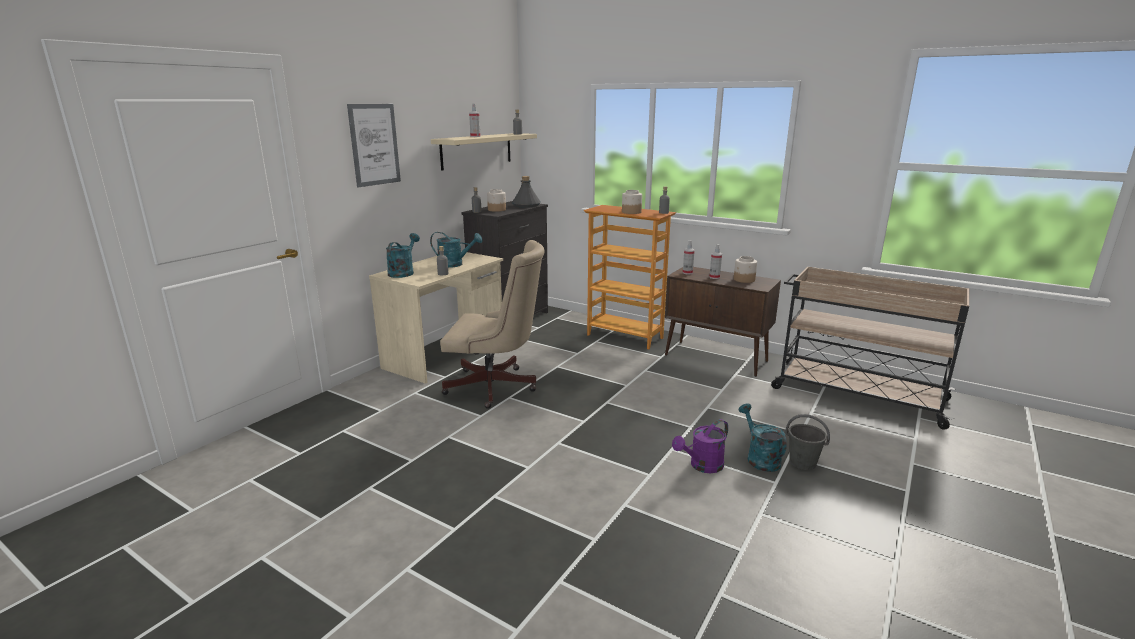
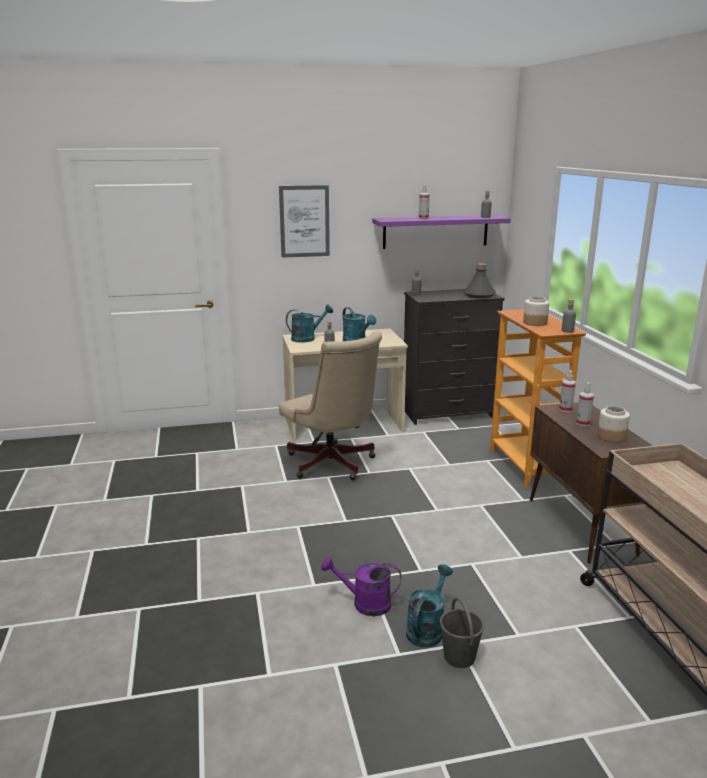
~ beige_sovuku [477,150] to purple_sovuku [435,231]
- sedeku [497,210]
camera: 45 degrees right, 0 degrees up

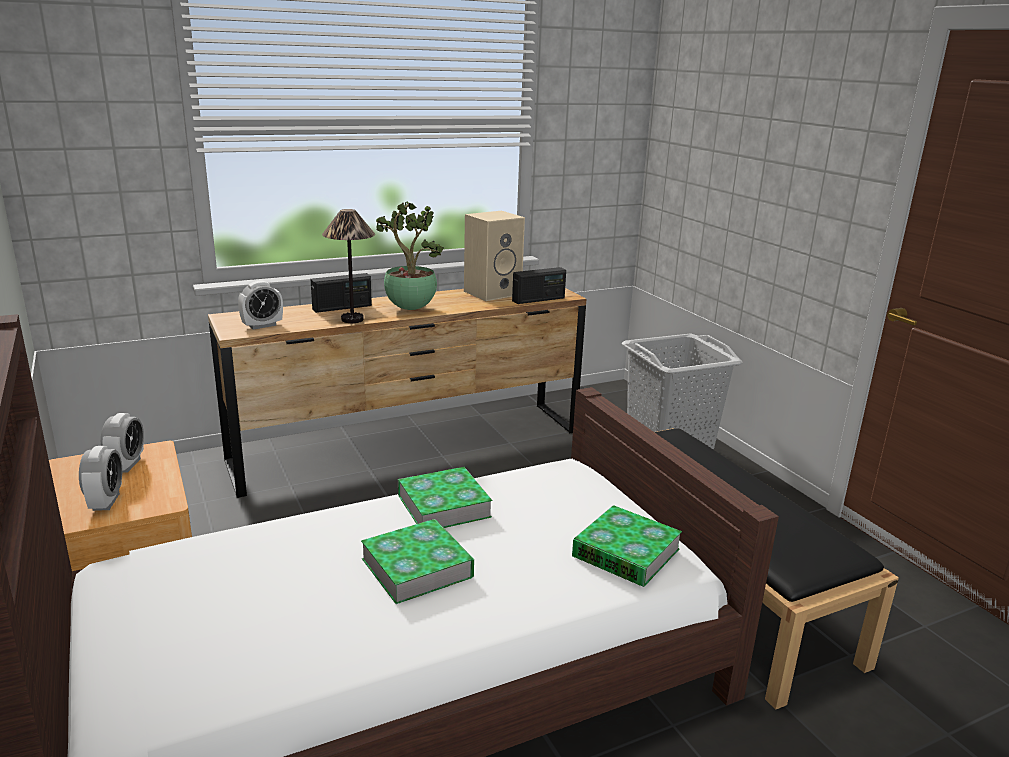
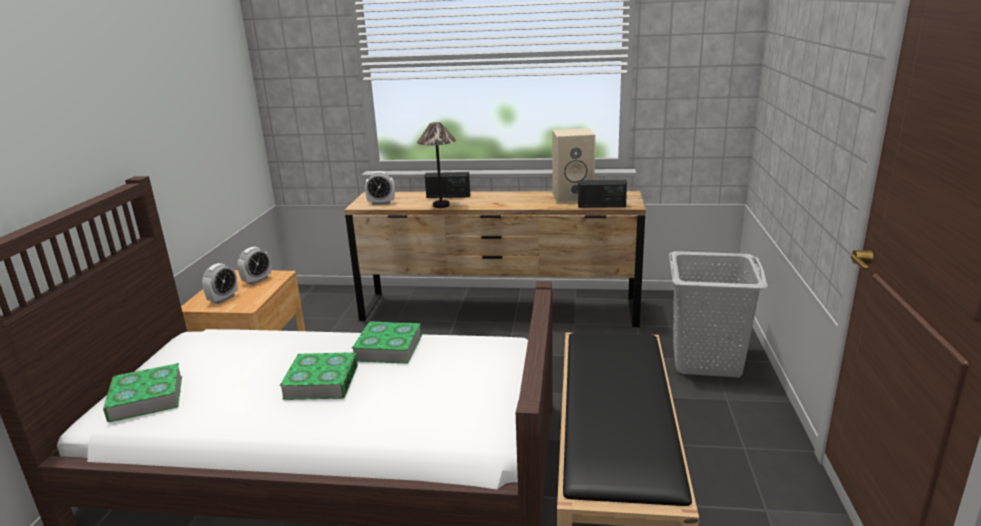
- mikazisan [409,308]
~ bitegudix [626,553] to [146,398]
camera: 35 degrees right, 0 degrees up

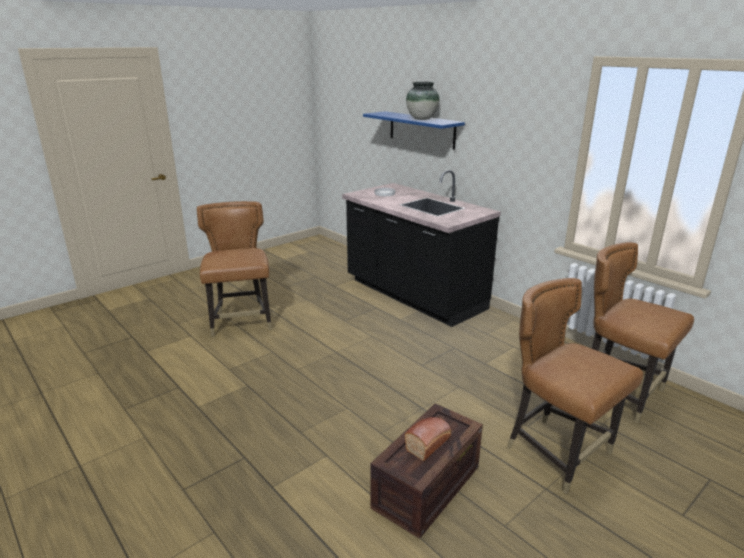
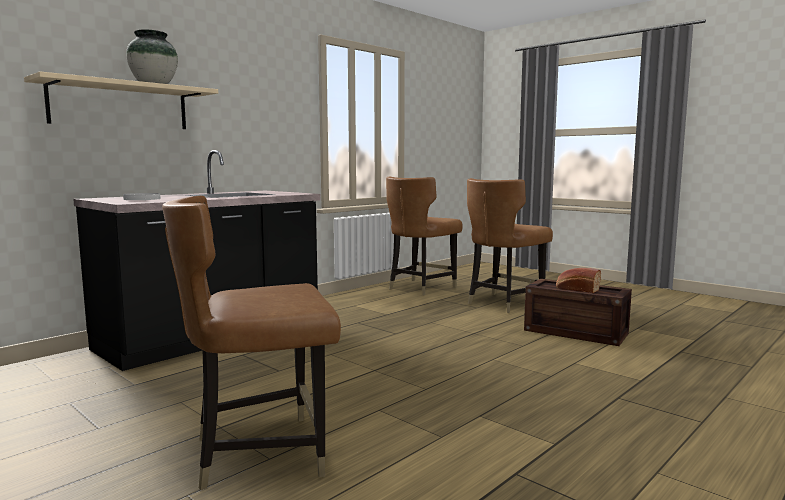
~ blue_sovuku [421,129] to beige_sovuku [120,106]
camera: 95 degrees left, 15 degrees down

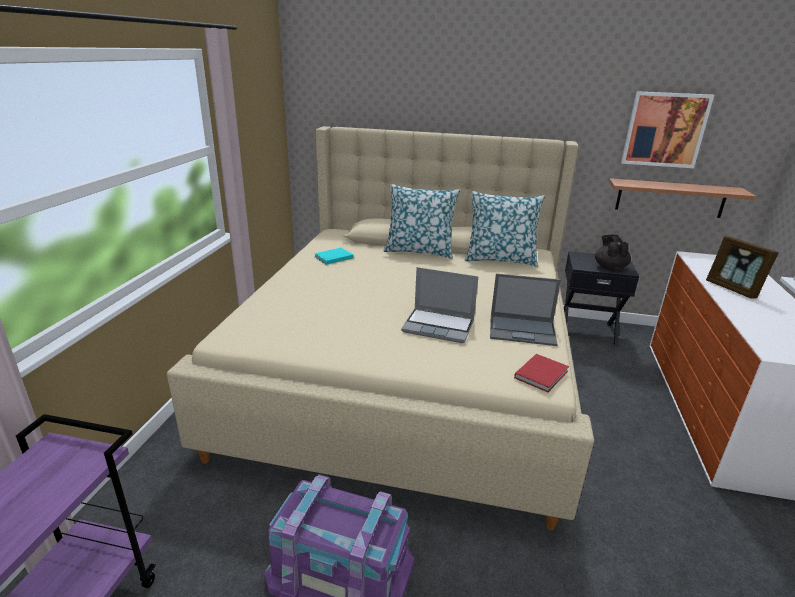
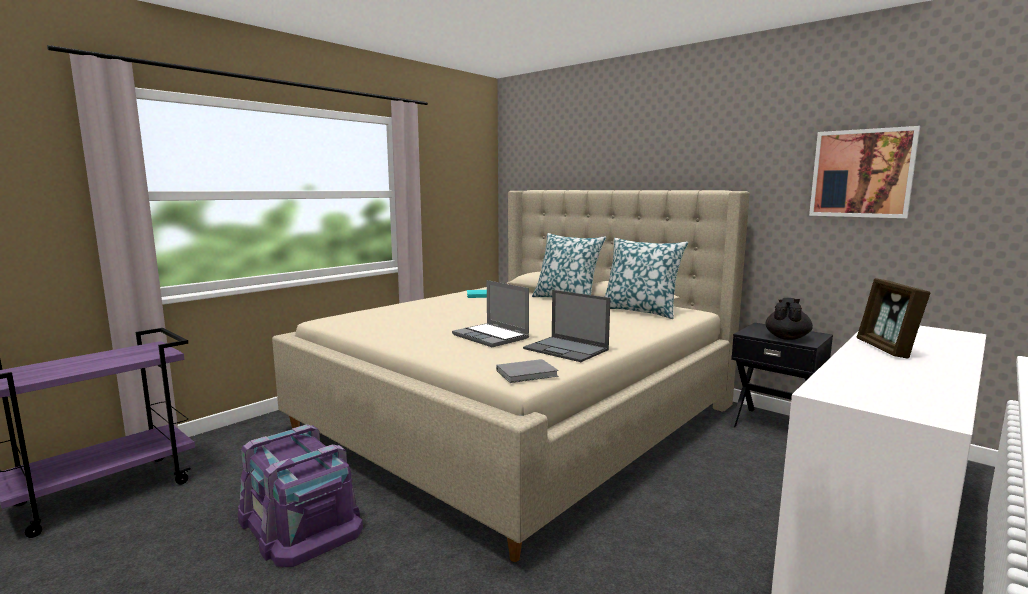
~ red_bitegudix [542,374] to grey_bitegudix [528,373]
- sovuku [670,198]
camera: 30 degrees right, 15 degrees down

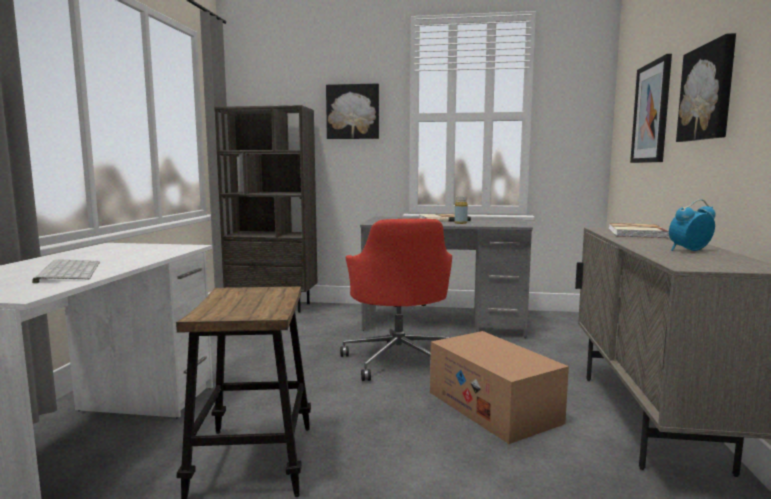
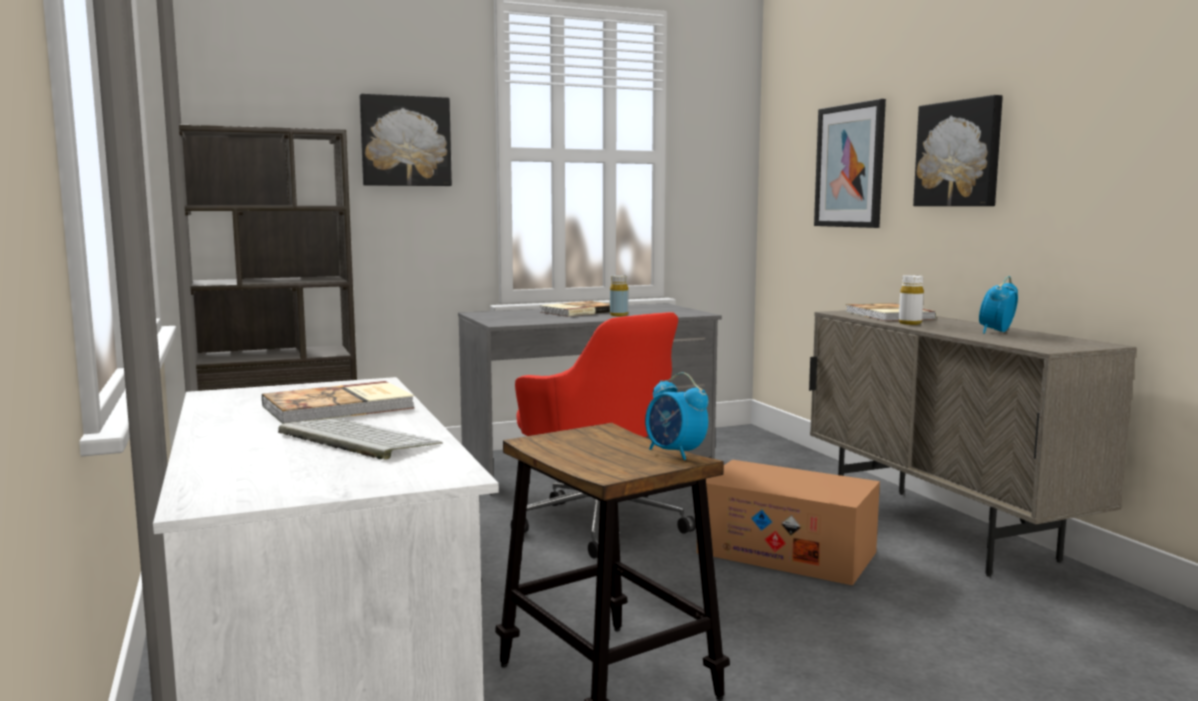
+ bitegudix [340,407]
+ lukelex [675,453]
+ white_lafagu [910,323]
camera: 30 degrees left, 0 degrees up

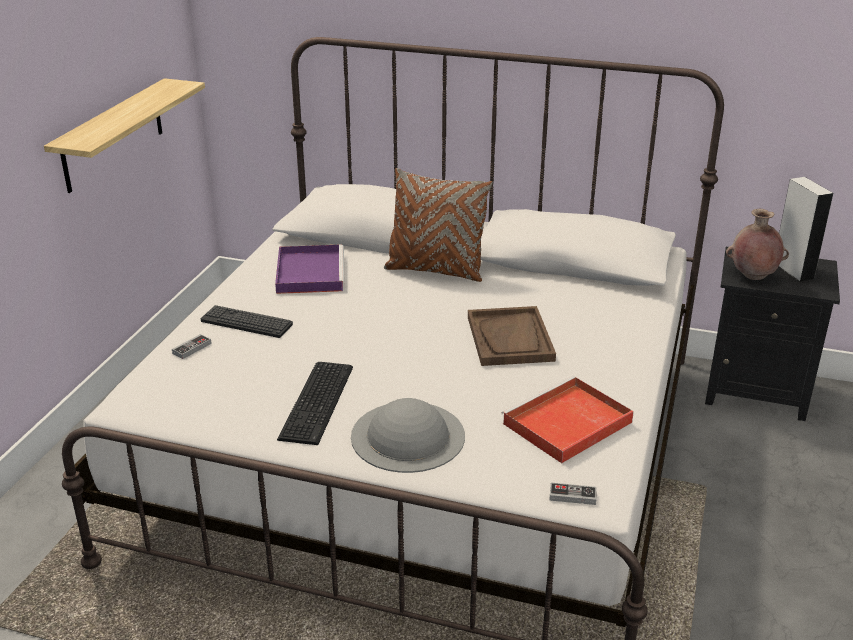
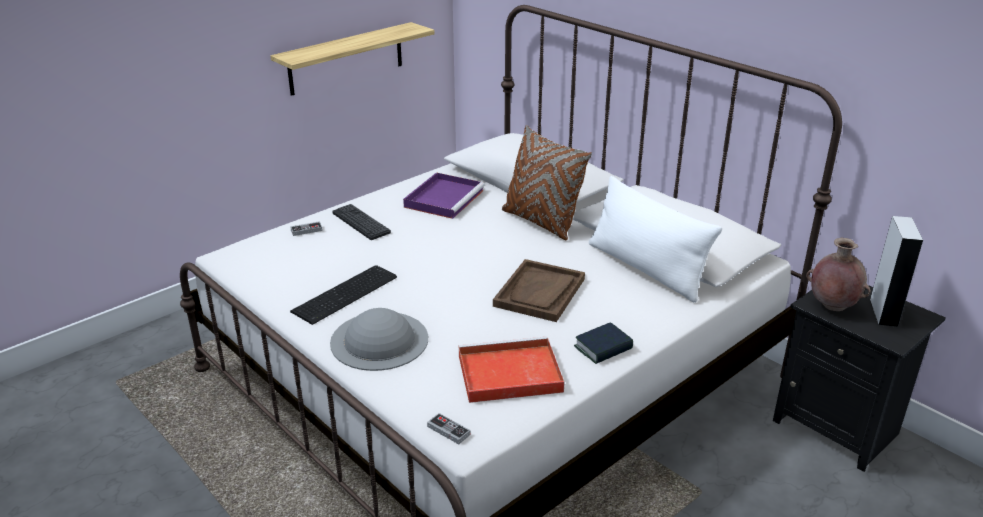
+ bitegudix [603,348]
+ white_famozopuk [646,269]
camera: 30 degrees right, 0 degrees up

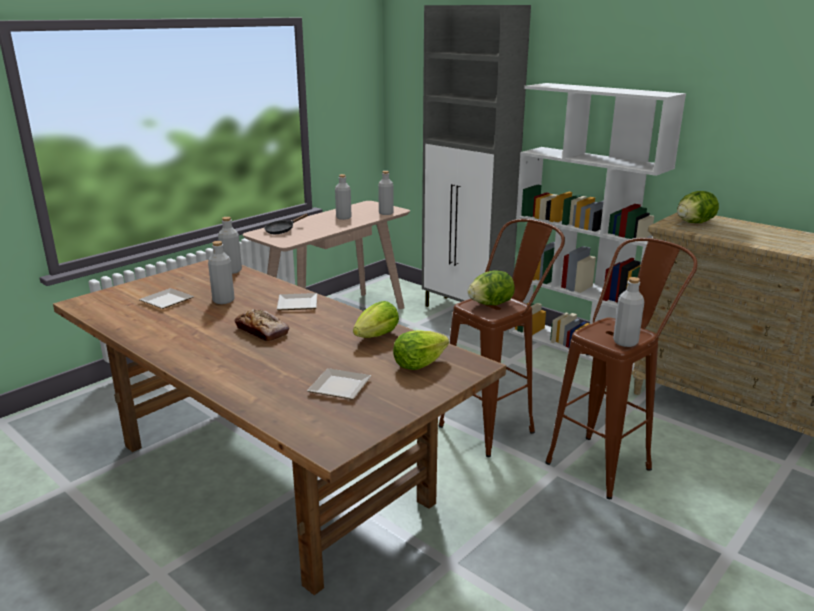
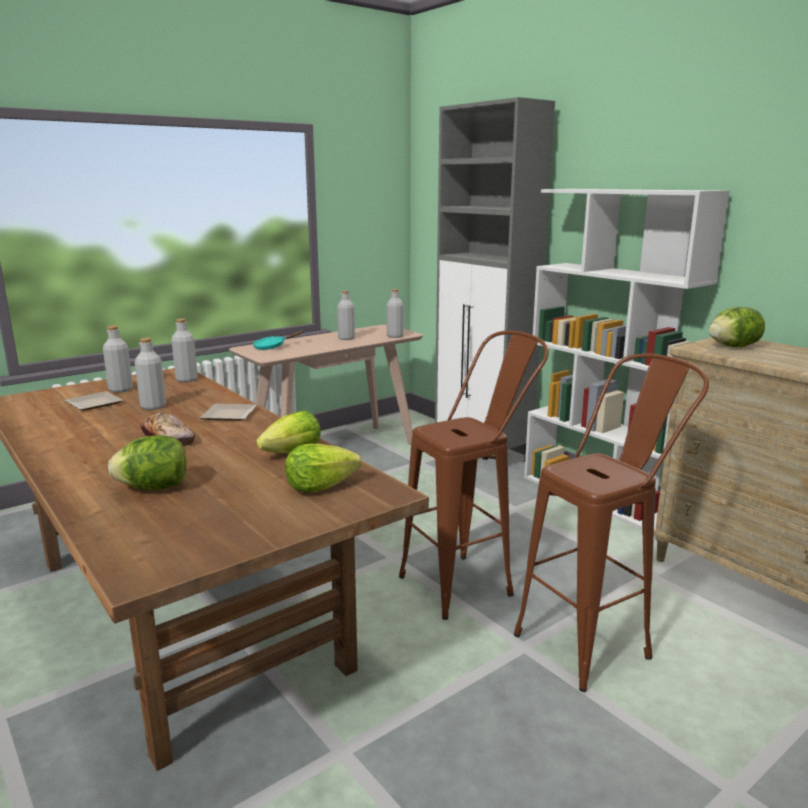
~ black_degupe [282,230] to turquoise_degupe [272,347]
- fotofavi [337,387]
~ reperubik [491,304] to [154,488]
~ grey_lafagu [625,342] to [121,389]
camera: 10 degrees right, 5 degrees down

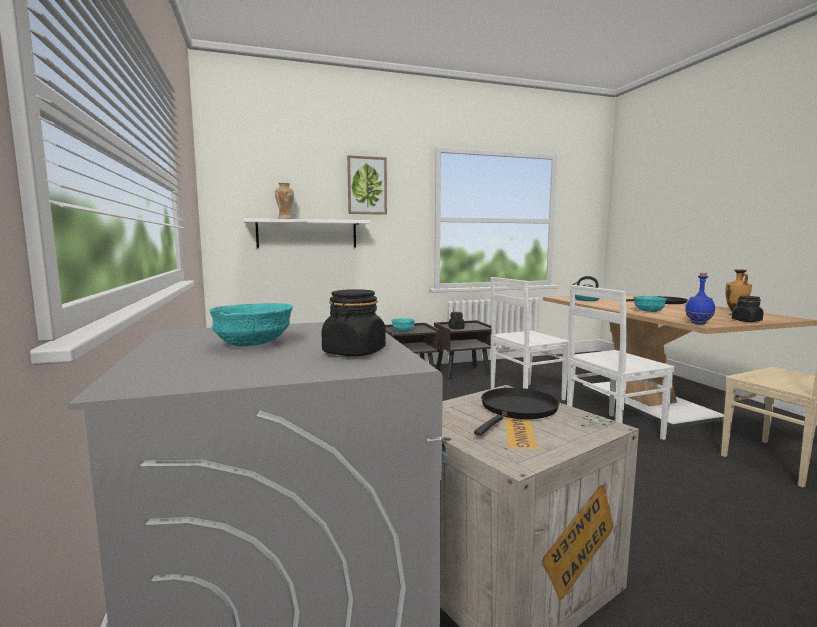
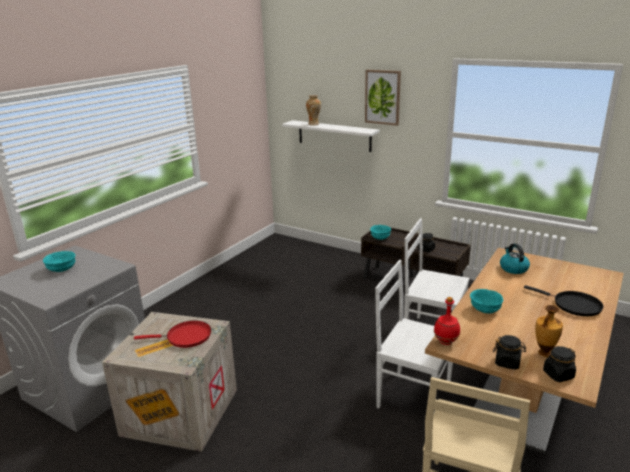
~ black_sedeku [354,352] to [558,375]
~ black_degupe [517,410] to red_degupe [186,337]
~ blue_lafagu [698,323] to red_lafagu [445,341]
camera: 50 degrees right, 15 degrees up

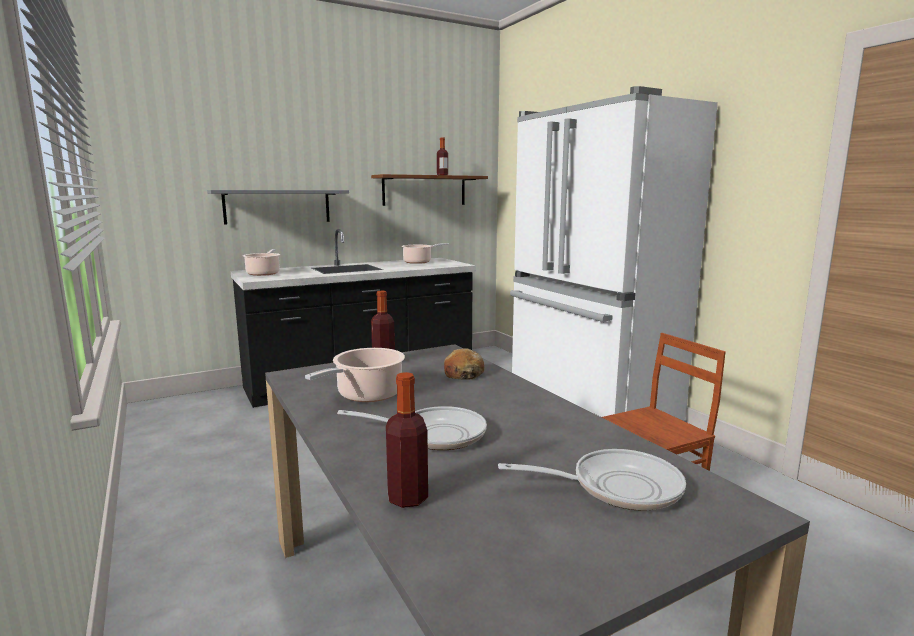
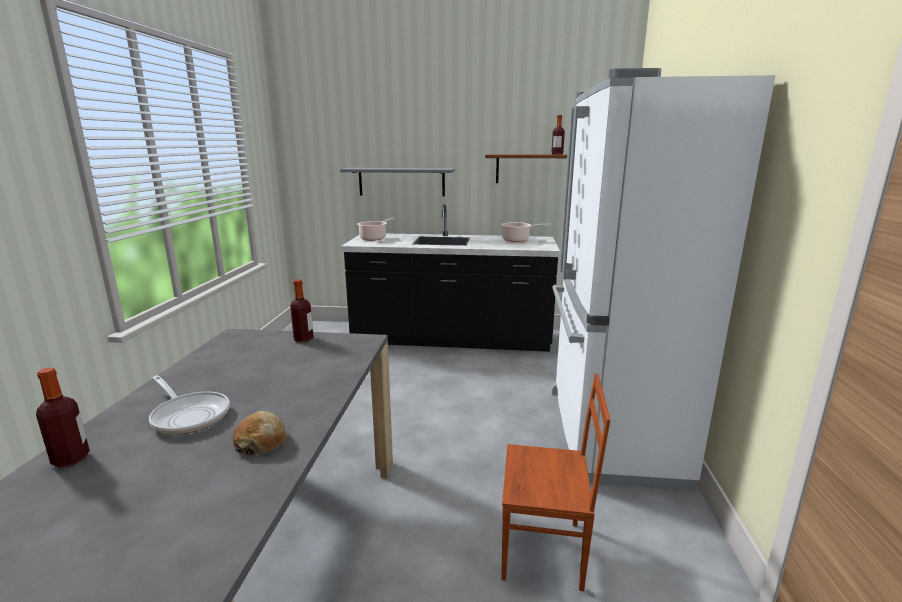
- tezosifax [366,395]
~ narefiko [463,373] to [261,442]
- degupe [616,487]
camera: 35 degrees right, 5 degrees up

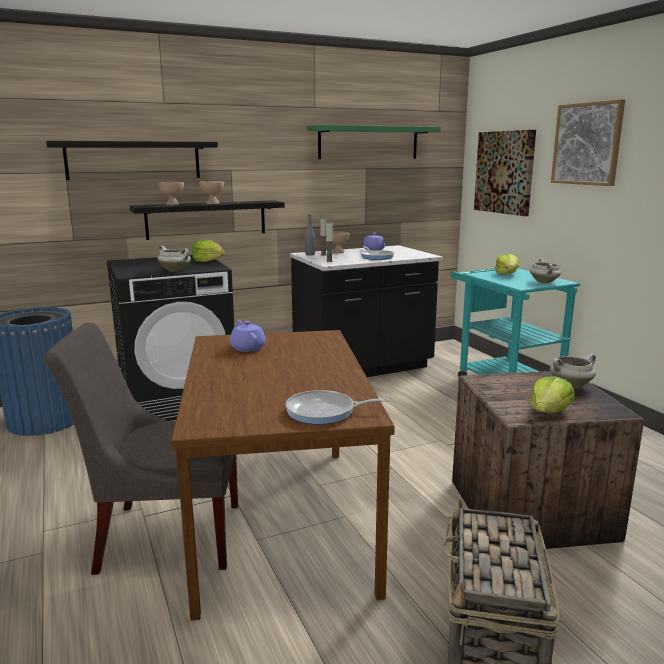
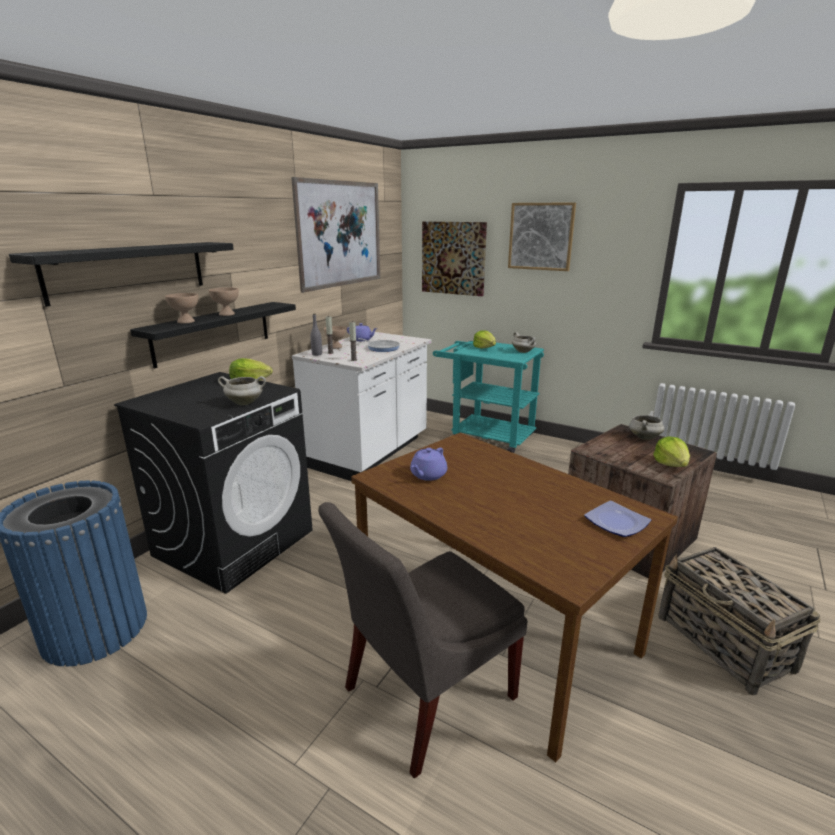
~ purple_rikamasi [247,347] = [428,475] 90 degrees counterclockwise
~ degupe [324,412] to fotofavi [618,522]
~ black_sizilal [363,368] to white_sizilal [369,452]
~ green_sovuku [368,143] to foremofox [340,234]
camera: 35 degrees left, 5 degrees up

